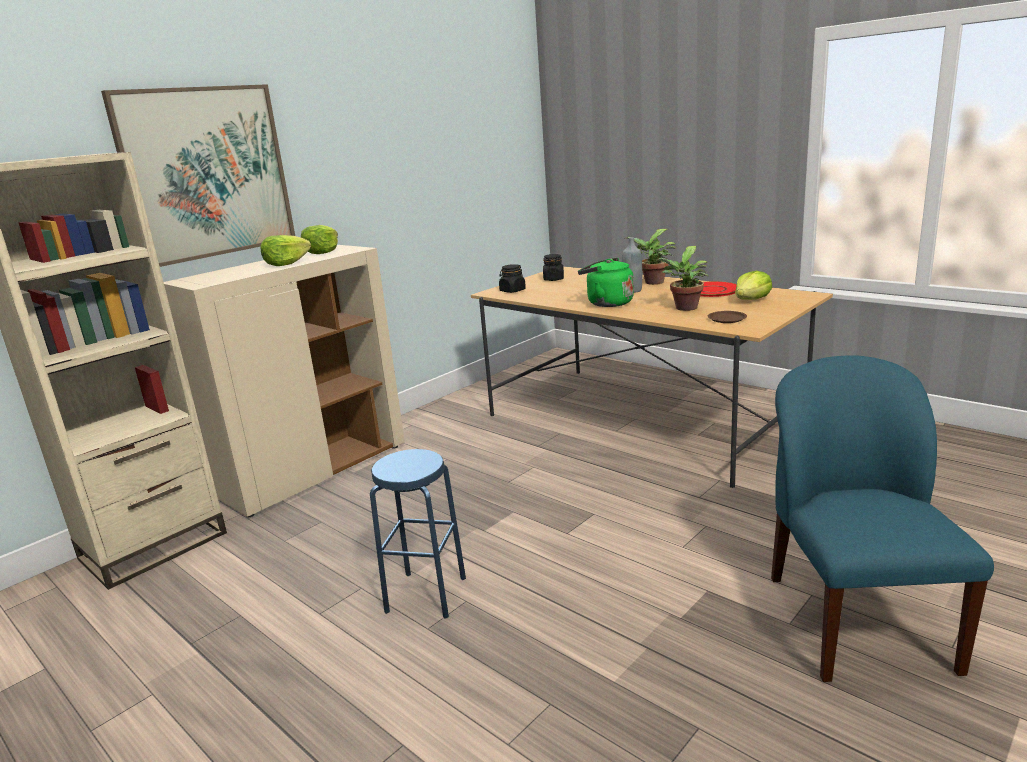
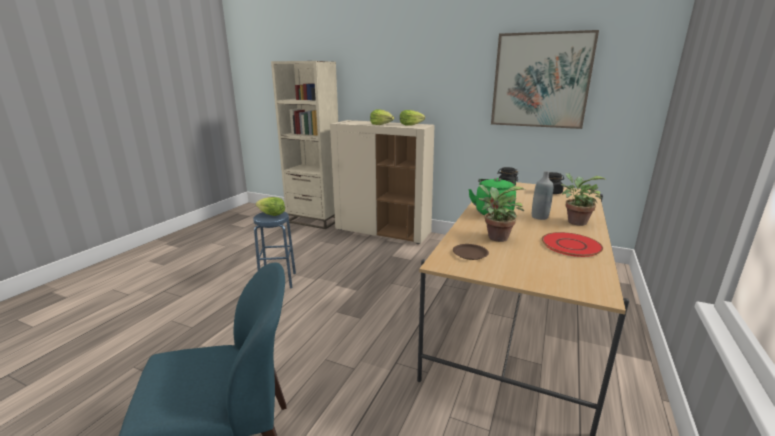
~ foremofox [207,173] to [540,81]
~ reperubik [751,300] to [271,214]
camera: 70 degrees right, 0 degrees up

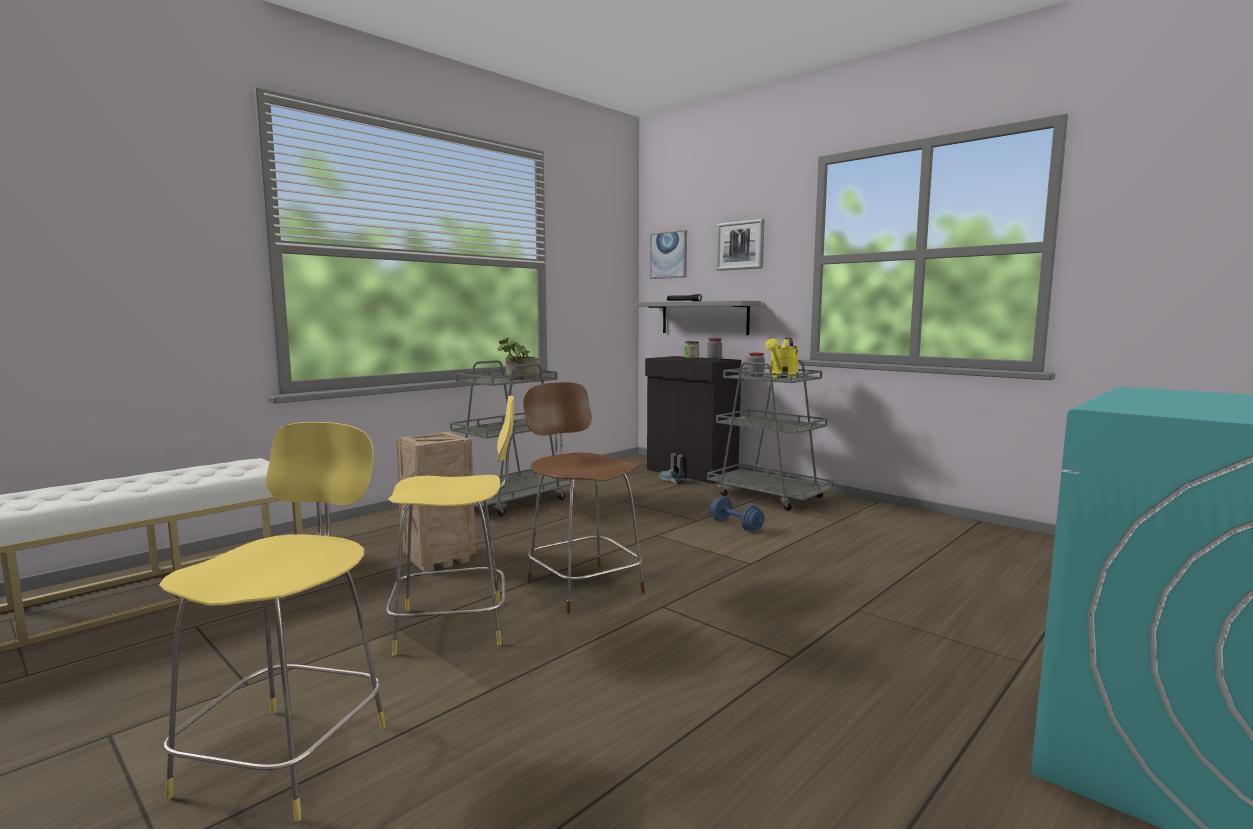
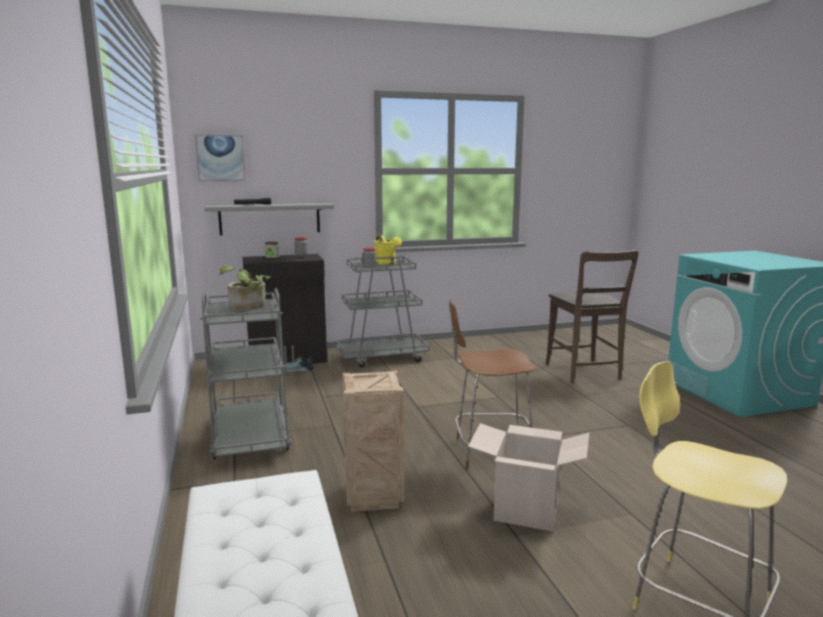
~ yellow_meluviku [456,626] to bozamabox [526,510]
- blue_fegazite [736,525]
- foremofox [740,245]
+ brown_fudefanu [584,373]
camera: 60 degrees left, 5 degrees up

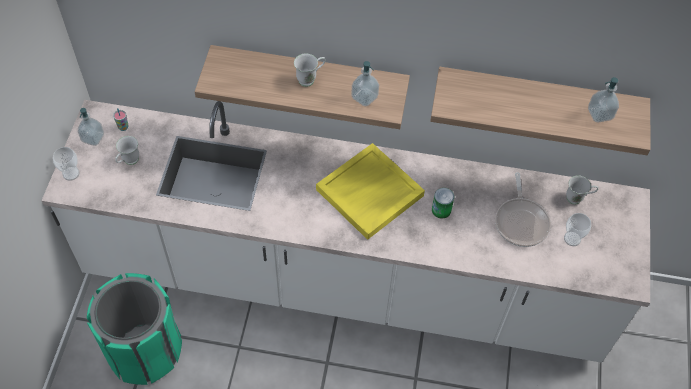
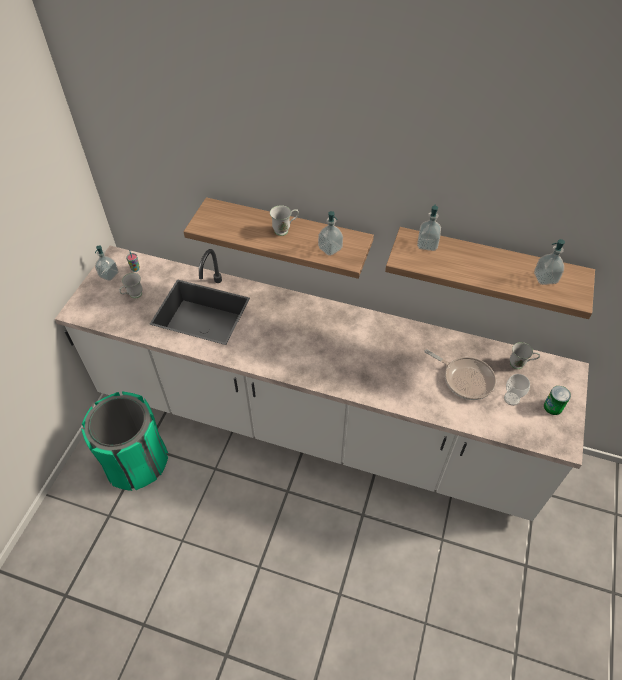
- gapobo [71,173]
- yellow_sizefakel [369,194]
~ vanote [441,210] to [553,407]
~ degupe [521,222] = [465,379] 60 degrees counterclockwise
+ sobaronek [427,244]
camera: 10 degrees right, 5 degrees down

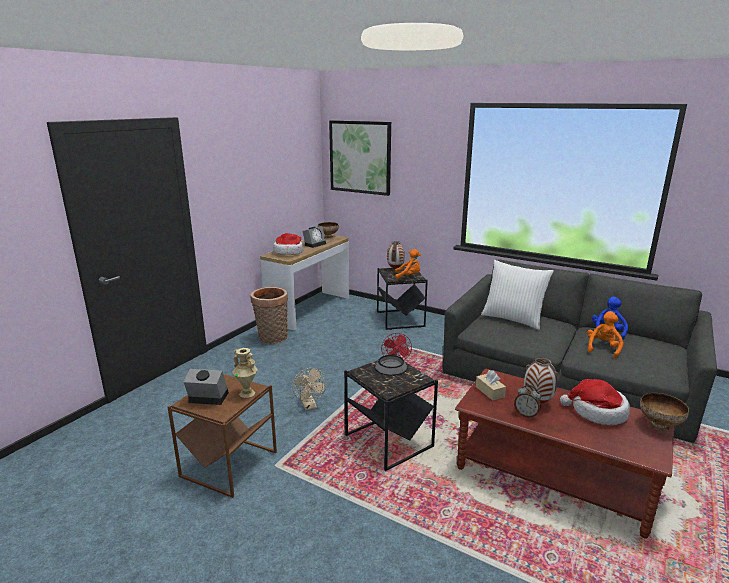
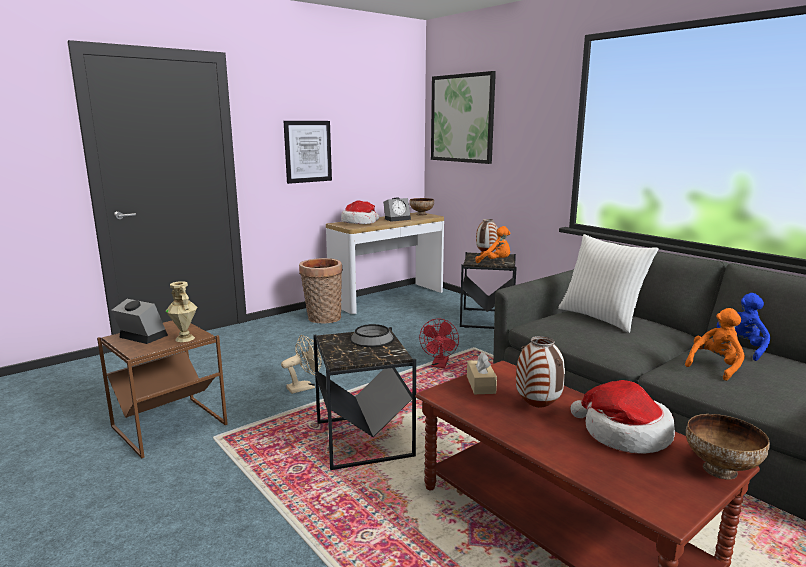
~ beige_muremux [310,406] = [304,387] 120 degrees counterclockwise
- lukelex [526,414]
+ foremofox [308,151]
camera: 20 degrees right, 5 degrees down

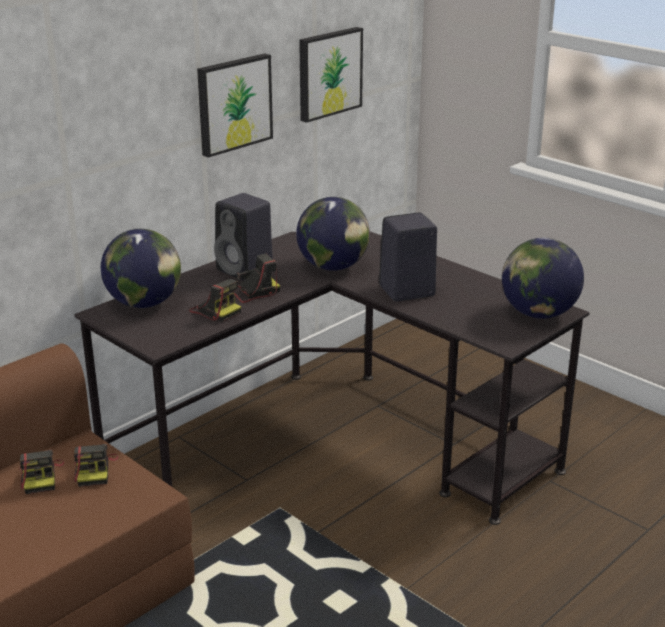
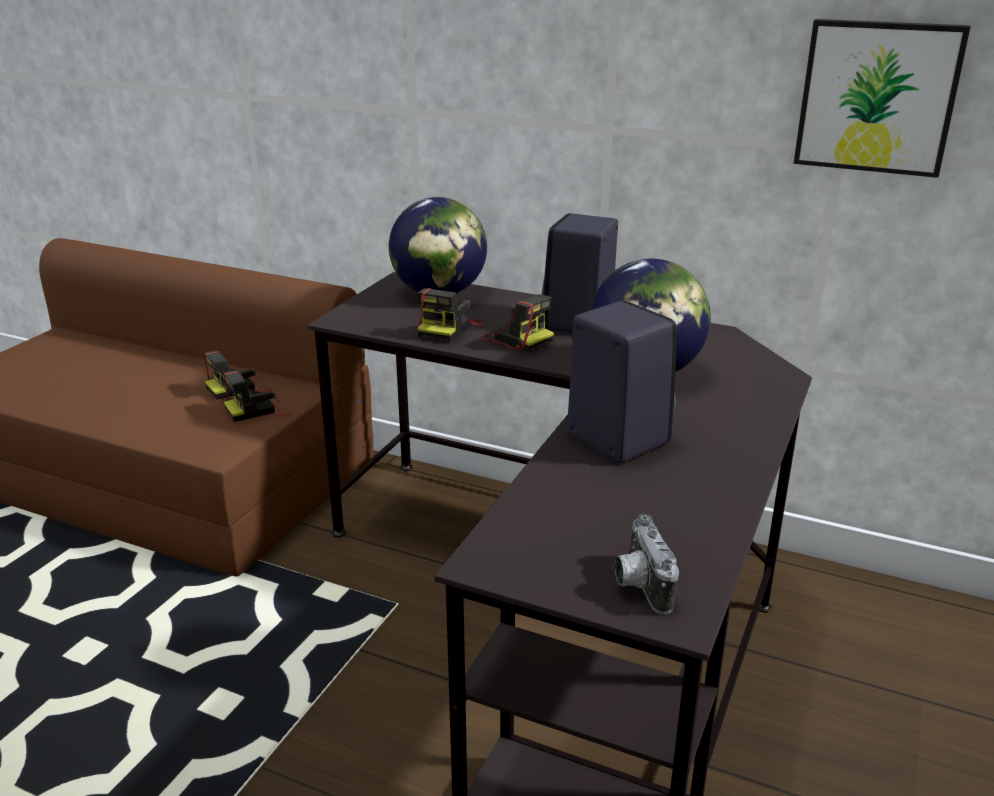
- foremofox [233,104]
~ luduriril [539,314] to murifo [638,585]
camera: 70 degrees right, 0 degrees up

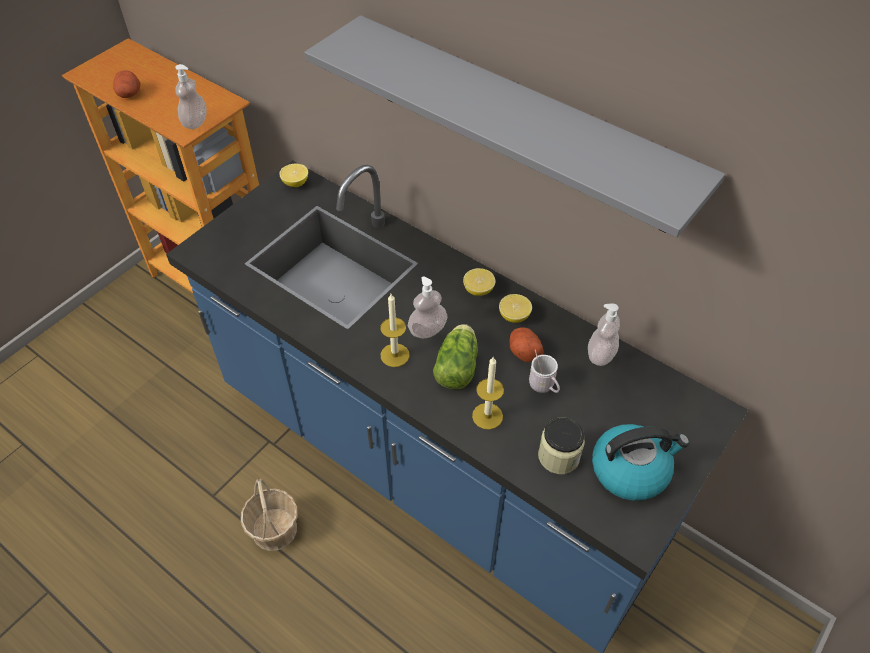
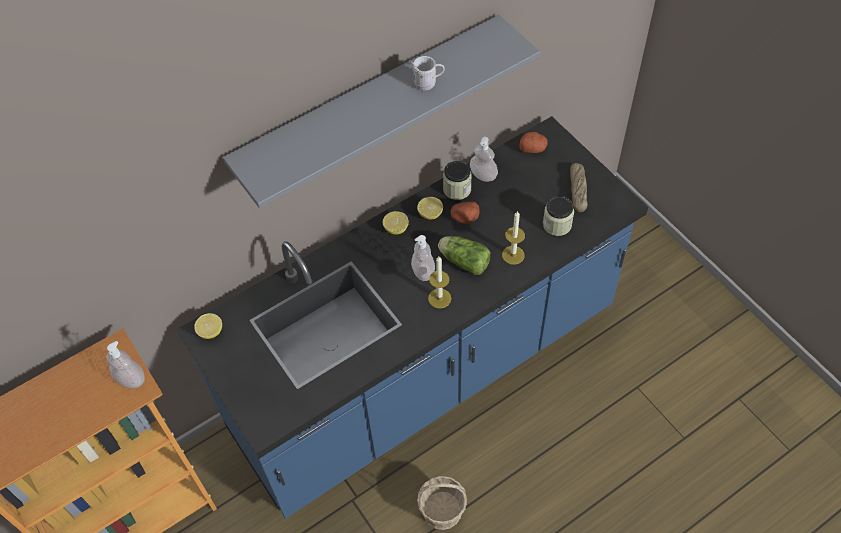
~ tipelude [129,93] to [533,148]
~ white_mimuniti [543,387] to [428,83]
~ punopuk [630,470] to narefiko [578,190]
+ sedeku [457,189]
camera: 70 degrees left, 5 degrees up

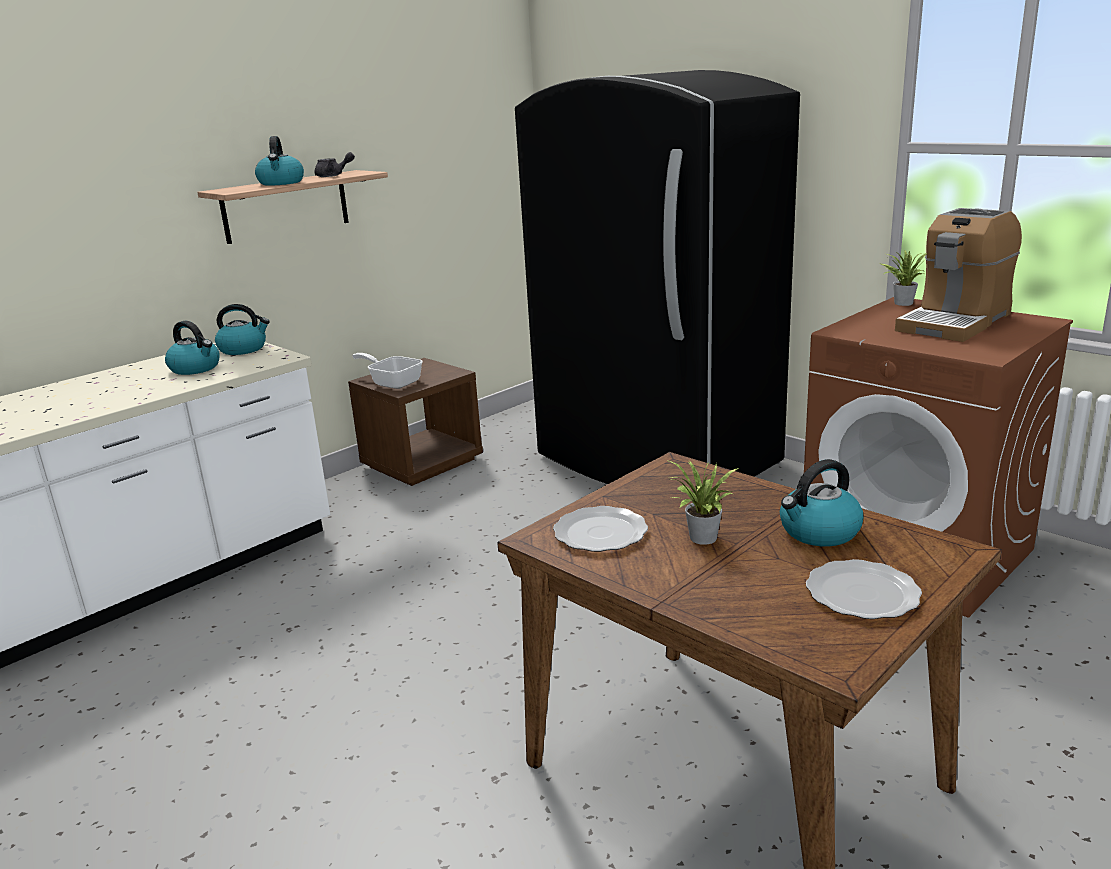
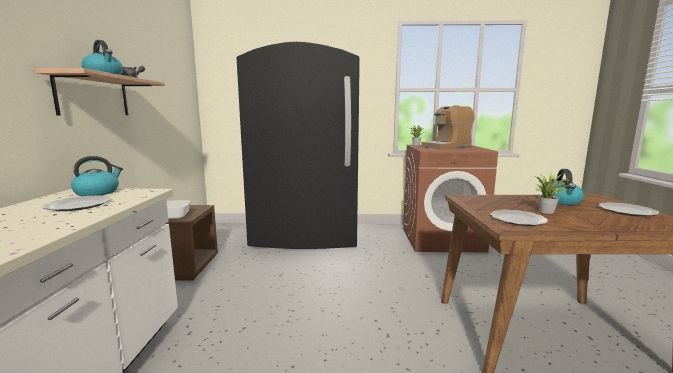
~ punopuk [196,368] to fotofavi [78,205]
~ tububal [955,322] = [447,146] 60 degrees clockwise
camera: 45 degrees left, 10 degrees down

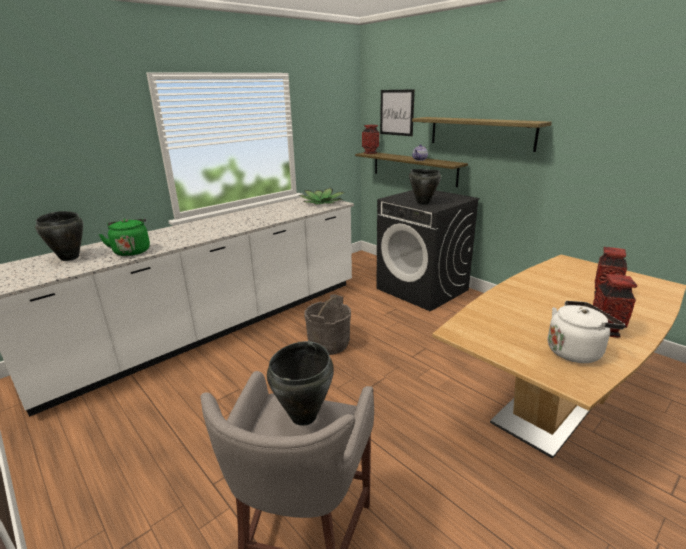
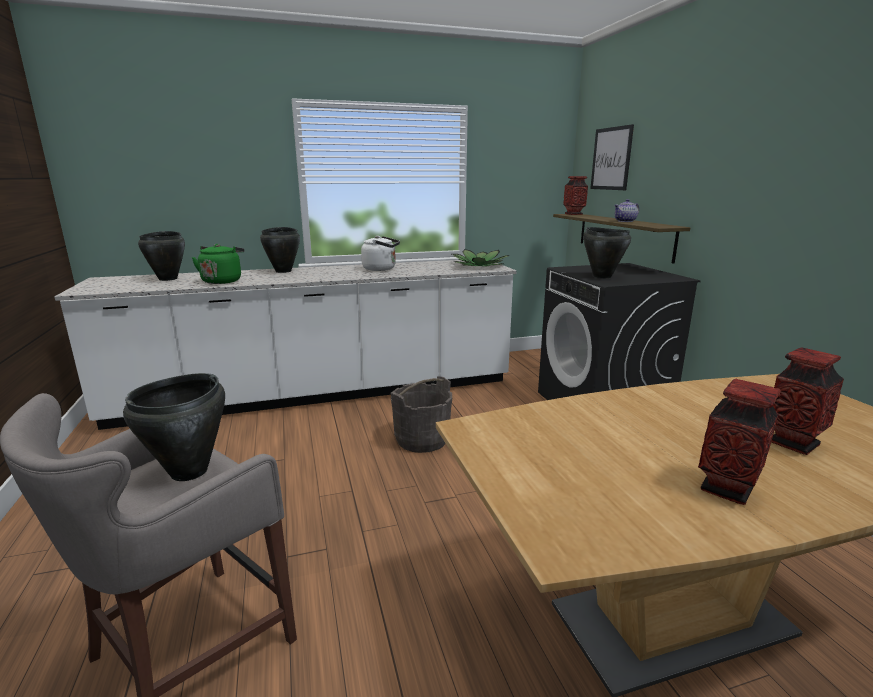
- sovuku [480,133]
~ white_punopuk [576,351] to [381,269]
+ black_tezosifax [283,271]
camera: 25 degrees right, 5 degrees down

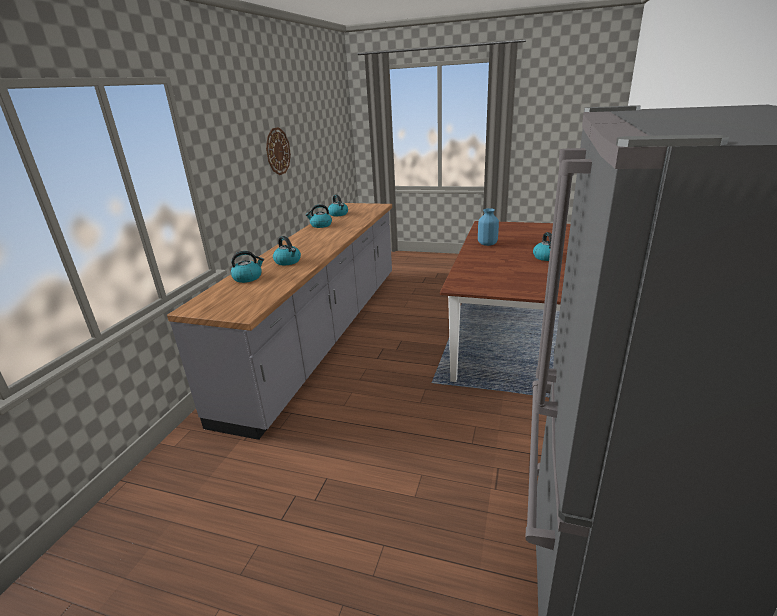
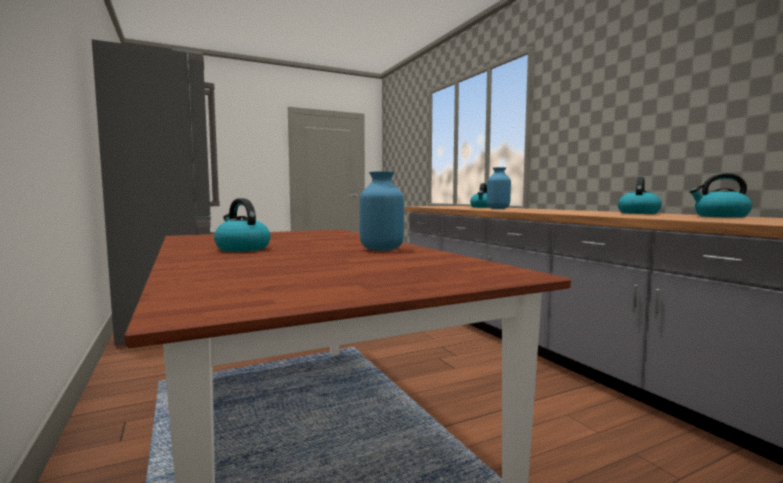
- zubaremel [278,151]
~ punopuk [288,261] to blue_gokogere [498,208]
camera: 135 degrees right, 20 degrees down

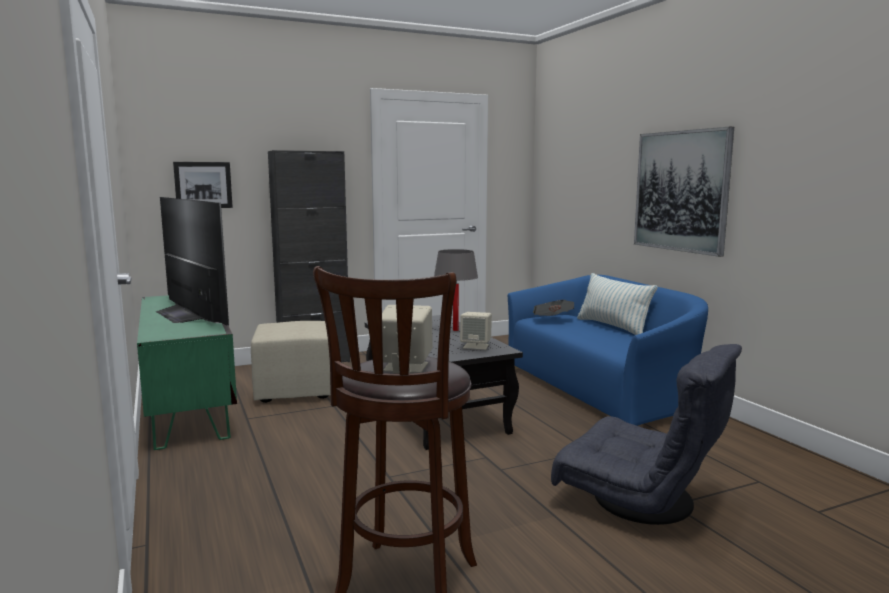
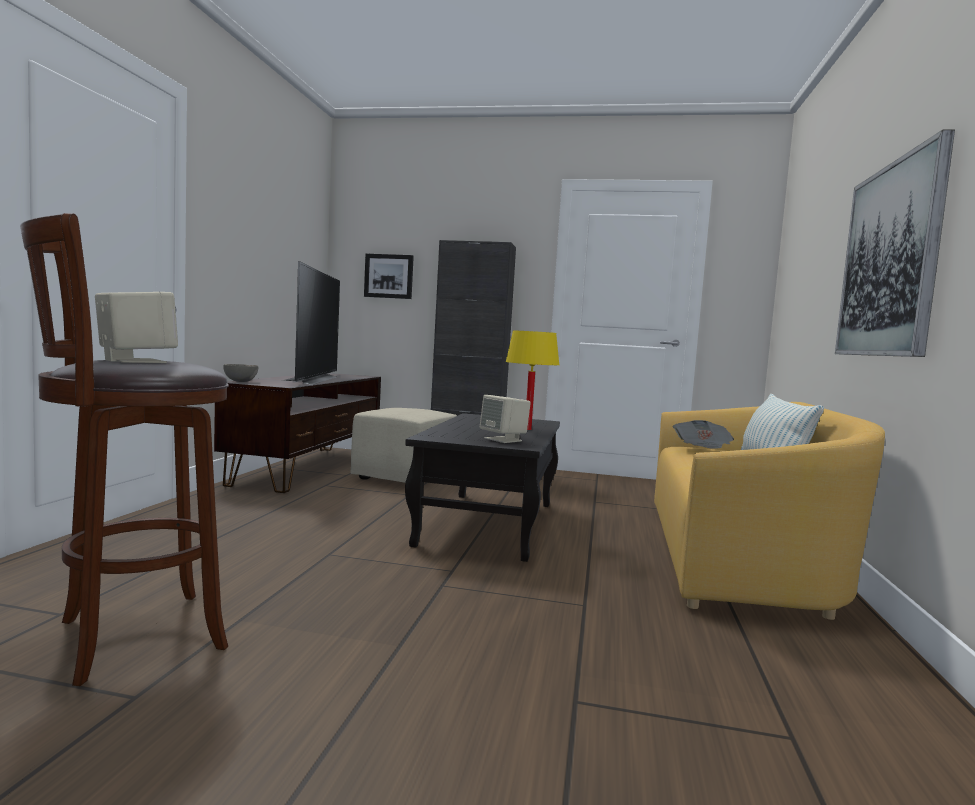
~ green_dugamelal [189,405] to brown_dugamelal [308,468]
~ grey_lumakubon [455,330] to yellow_lumakubon [528,429]
~ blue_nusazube [600,389] to yellow_nusazube [737,556]
- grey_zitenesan [641,502]
+ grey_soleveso [241,382]
camera: 35 degrees right, 5 degrees down

